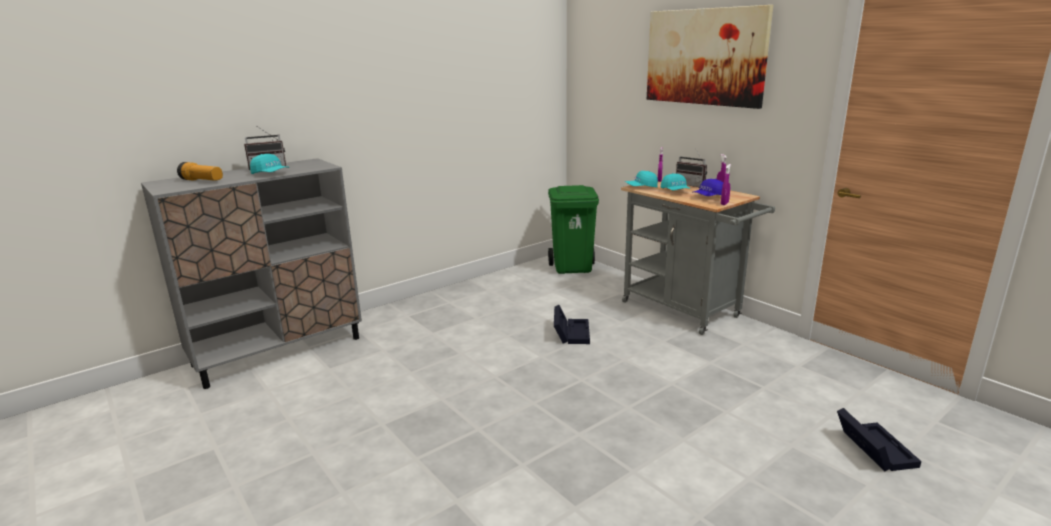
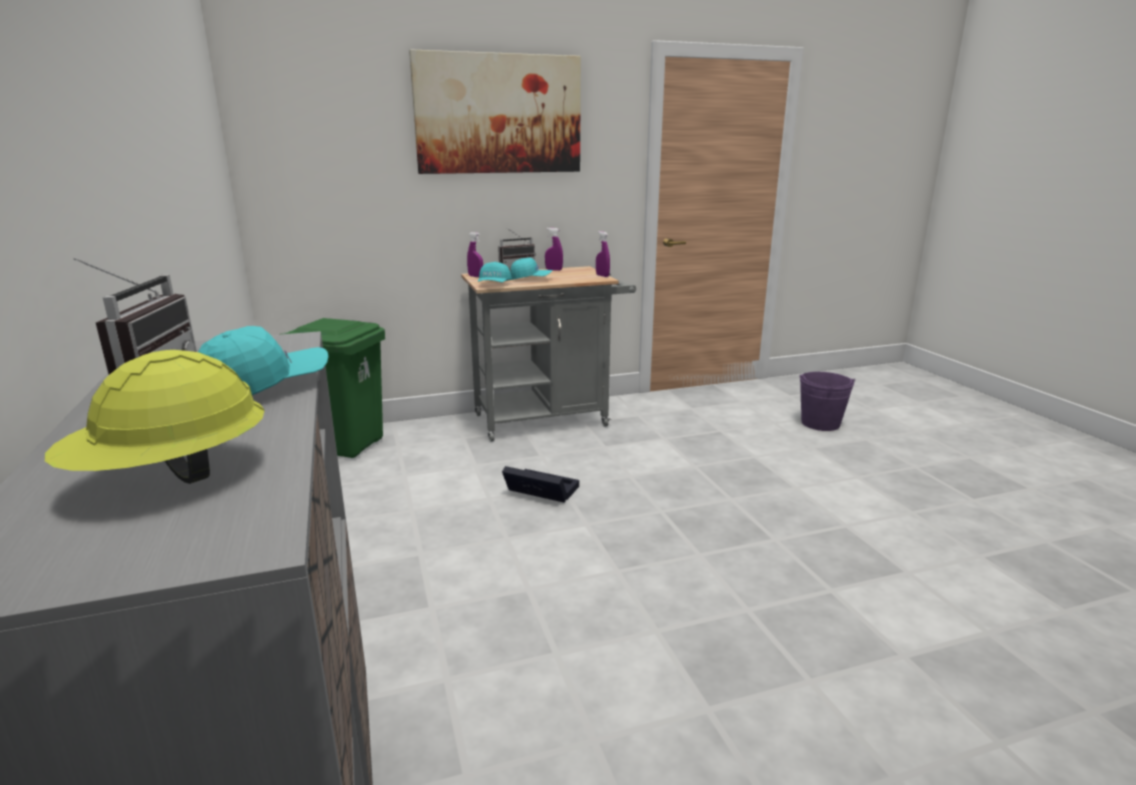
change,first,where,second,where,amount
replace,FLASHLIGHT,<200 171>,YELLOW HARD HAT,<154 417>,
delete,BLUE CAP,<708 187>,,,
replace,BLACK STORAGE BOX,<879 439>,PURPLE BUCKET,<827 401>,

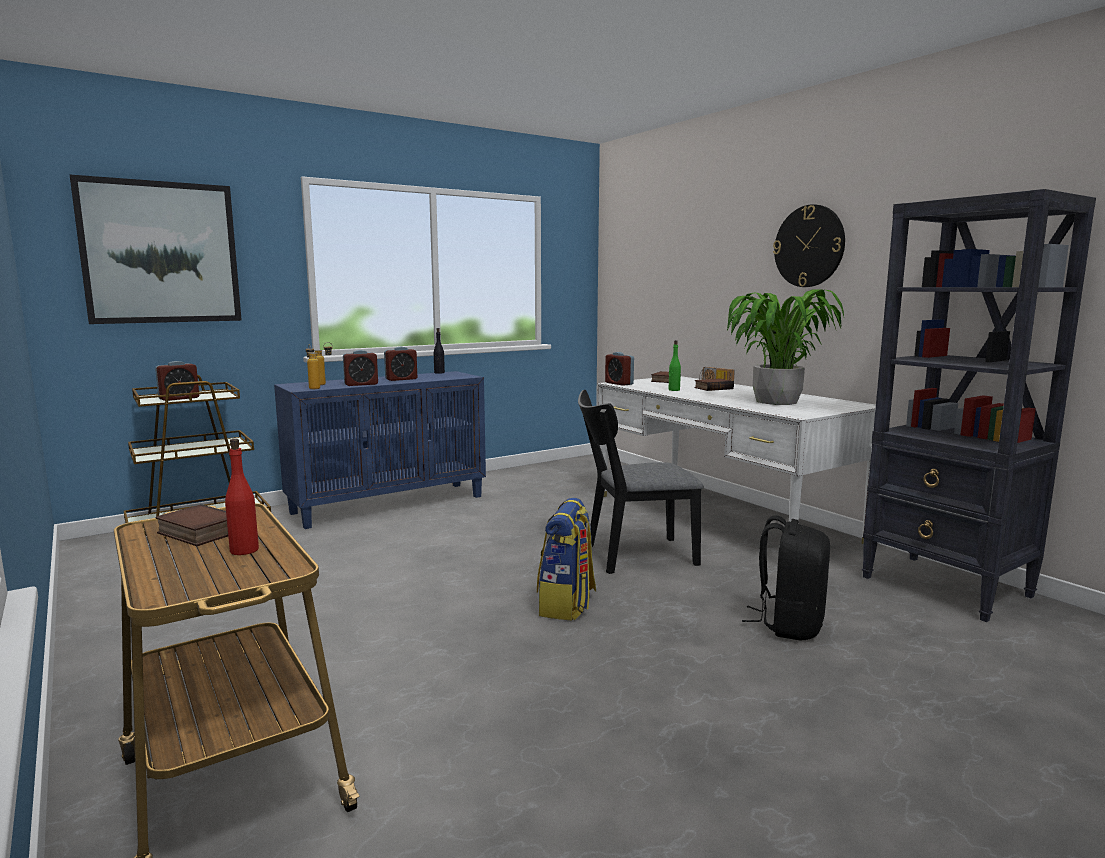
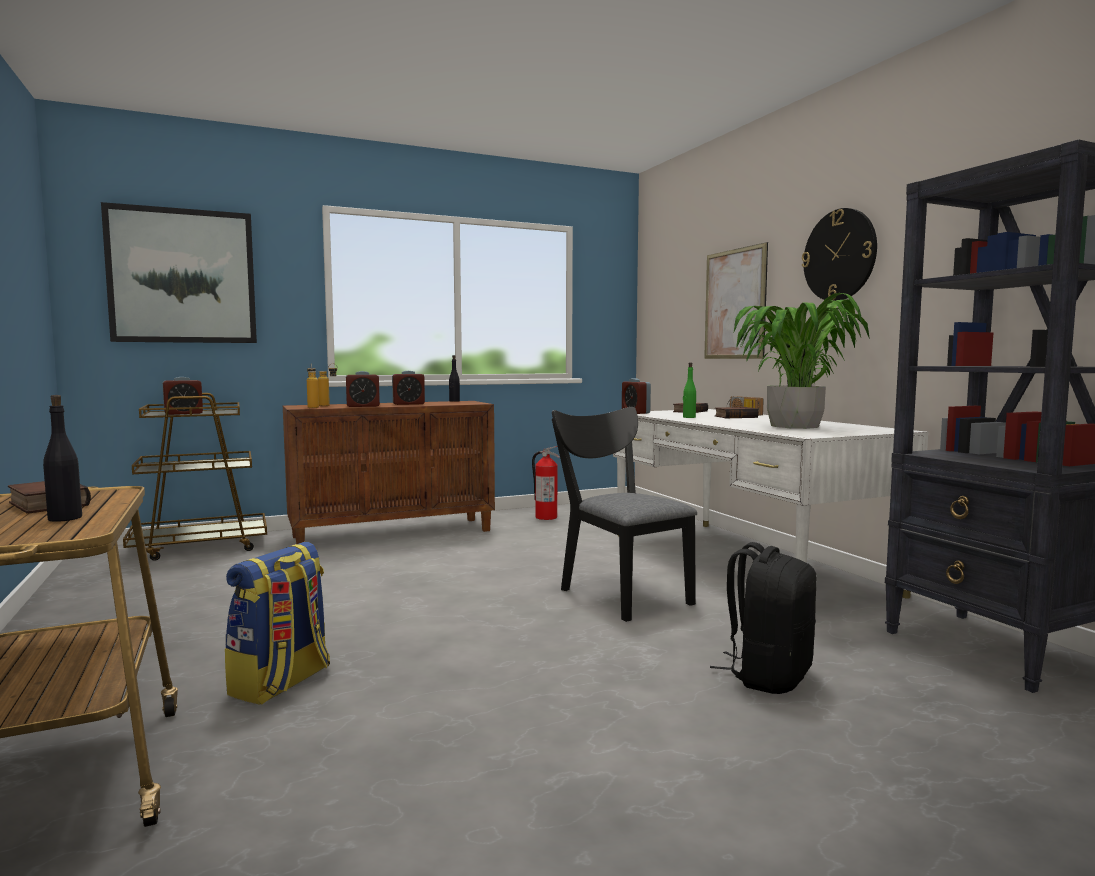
change,first,where,second,where,amount
recolor,RED BOTTLE,<242 497>,BLACK BOTTLE,<62 458>,
recolor,BLUE CABINET,<380 450>,BROWN CABINET,<389 472>,
move,BACKPACK,<566 559>,,<277 623>,
rotate,BLACK CHAIR,<640 482>,,<624 514>,60 degrees clockwise
insert,,,FIRE EXTINGUISHER,<546 483>,
insert,,,PICTURE,<736 300>,

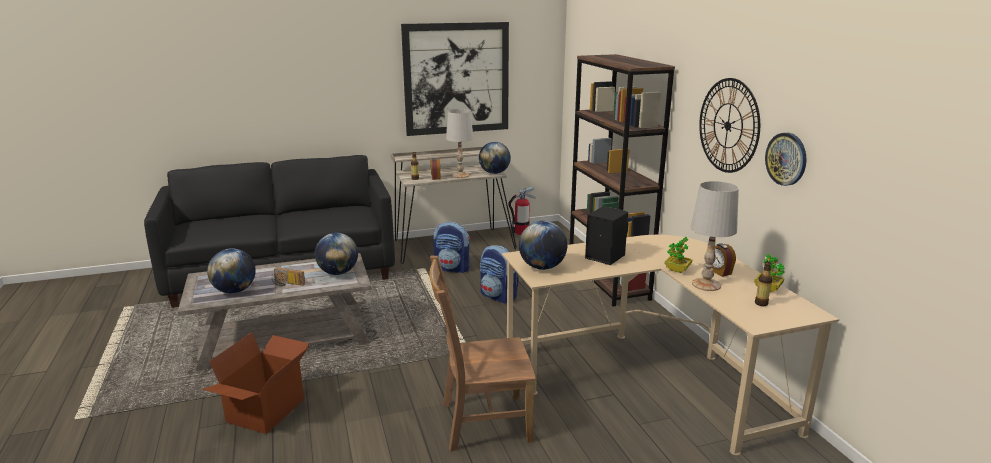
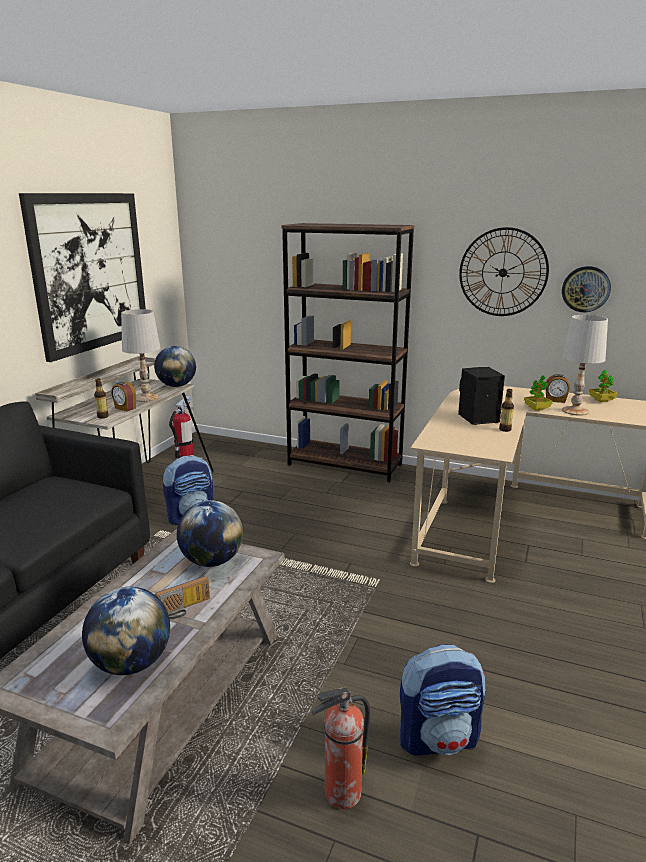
change,first,where,second,where,amount
replace,CARDBOARD BOX,<255 383>,FIRE EXTINGUISHER,<341 748>,
delete,BROWN CHAIR,<482 354>,,,
move,BACKPACK,<499 274>,,<442 699>,
delete,GLOBE,<543 245>,,,
move,BOTTLE,<763 283>,,<506 410>,

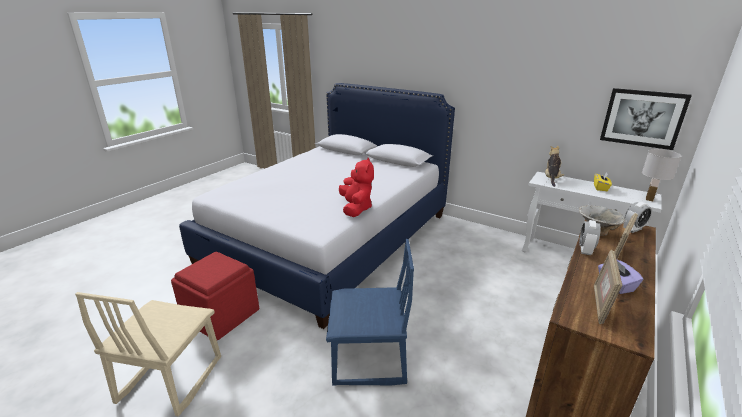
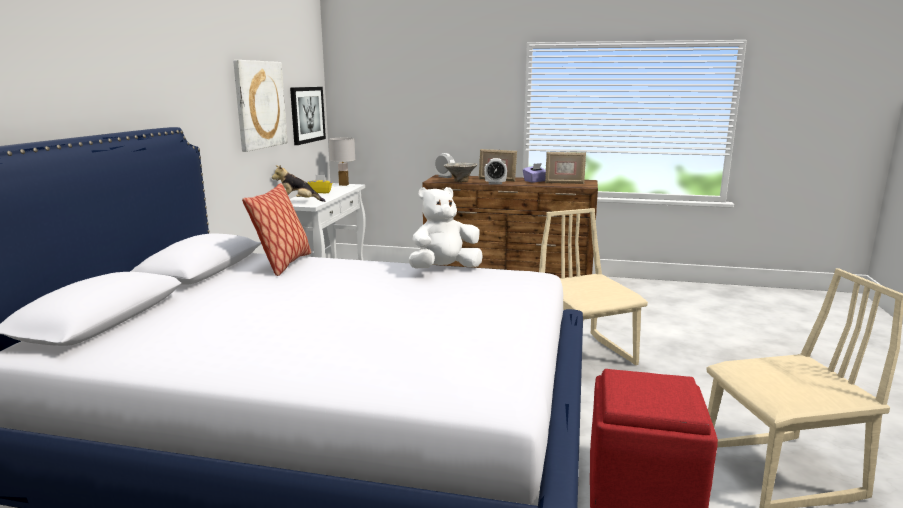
change,first,where,second,where,amount
recolor,BLUE CHAIR,<370 312>,BEIGE CHAIR,<593 286>,
recolor,RED PLUSH TOY,<356 187>,WHITE PLUSH TOY,<446 227>,
insert,,,PICTURE,<260 106>,
insert,,,PILLOW,<276 230>,

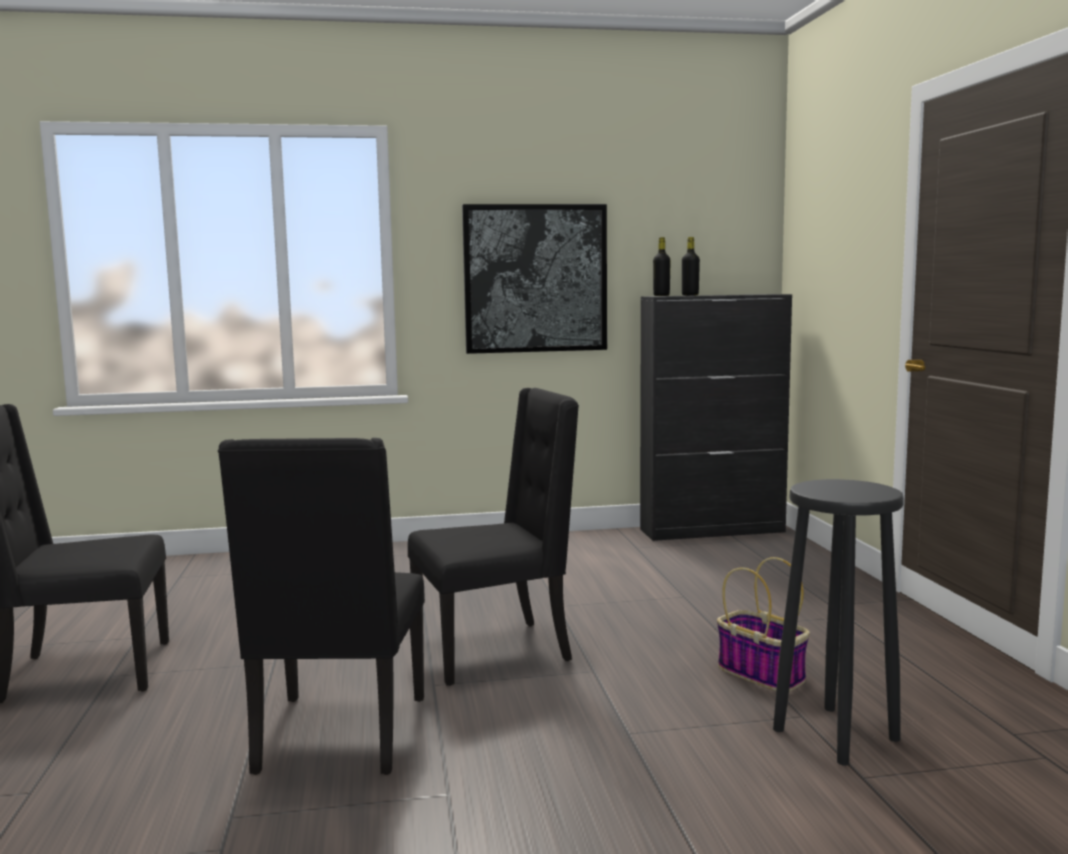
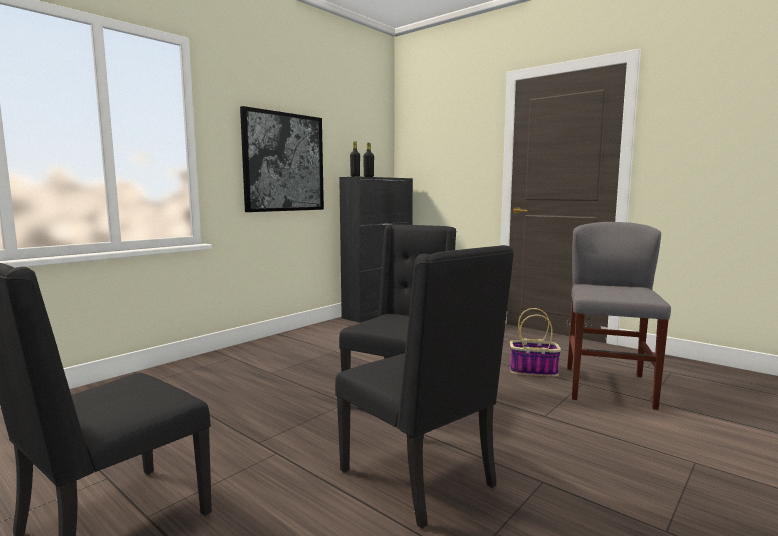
change,first,where,second,where,amount
replace,BLACK STOOL,<838 622>,GREY CHAIR,<619 316>,

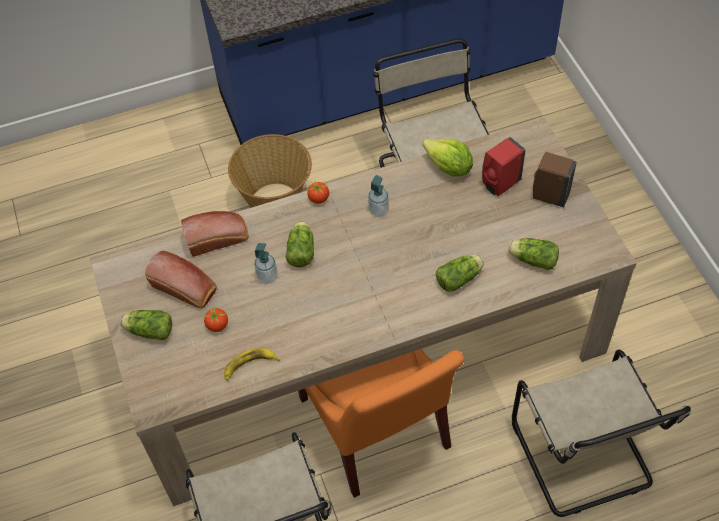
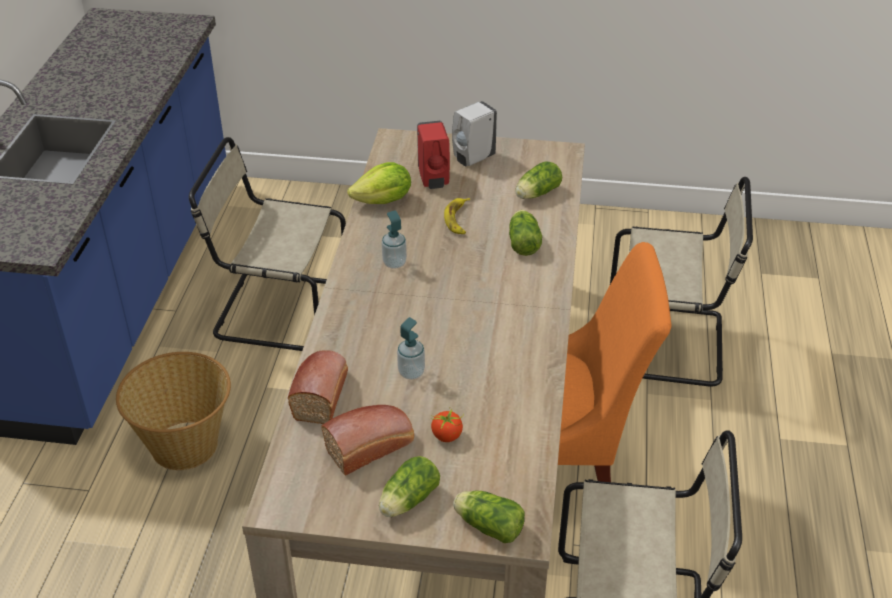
change,first,where,second,where,amount
move,BANANA,<252 364>,,<457 216>,
move,LETTUCE,<299 244>,,<489 516>,
delete,TOMATO,<318 192>,,,
recolor,BROWN SOAP DISPENSER,<555 179>,WHITE SOAP DISPENSER,<474 133>,

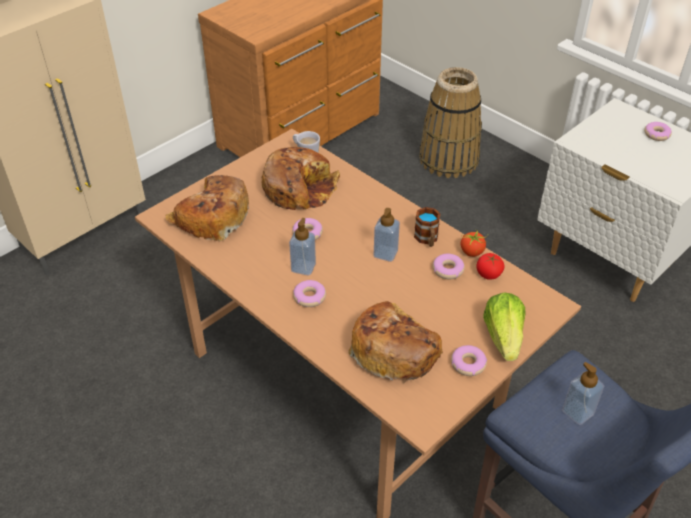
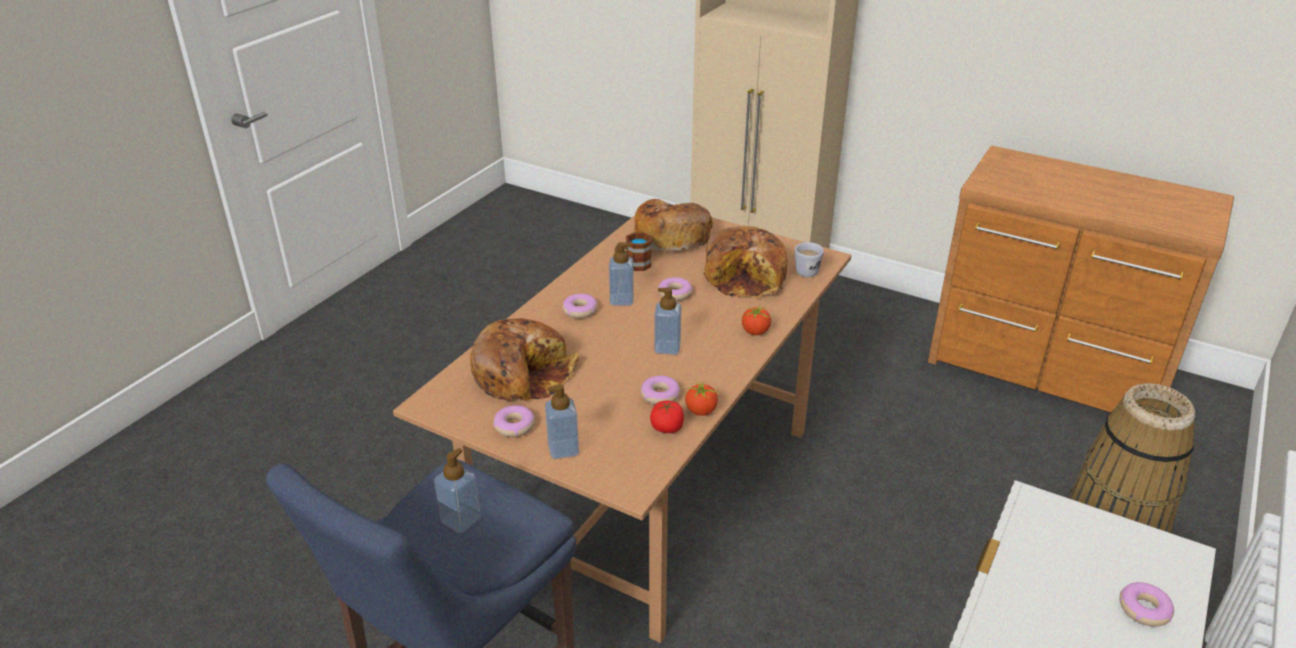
change,first,where,second,where,amount
move,MUG,<427 227>,,<633 251>,
replace,LETTUCE,<504 326>,SOAP DISPENSER,<562 421>,
insert,,,TOMATO,<756 319>,

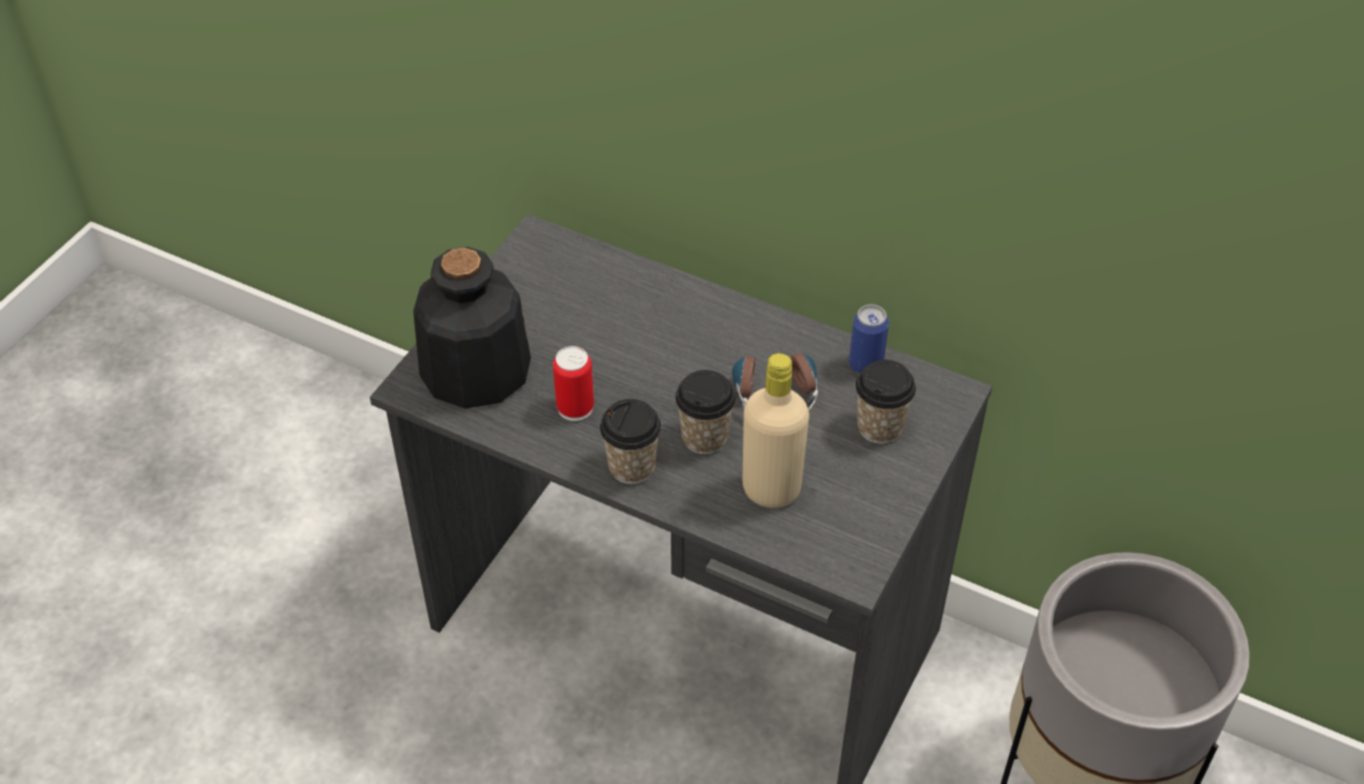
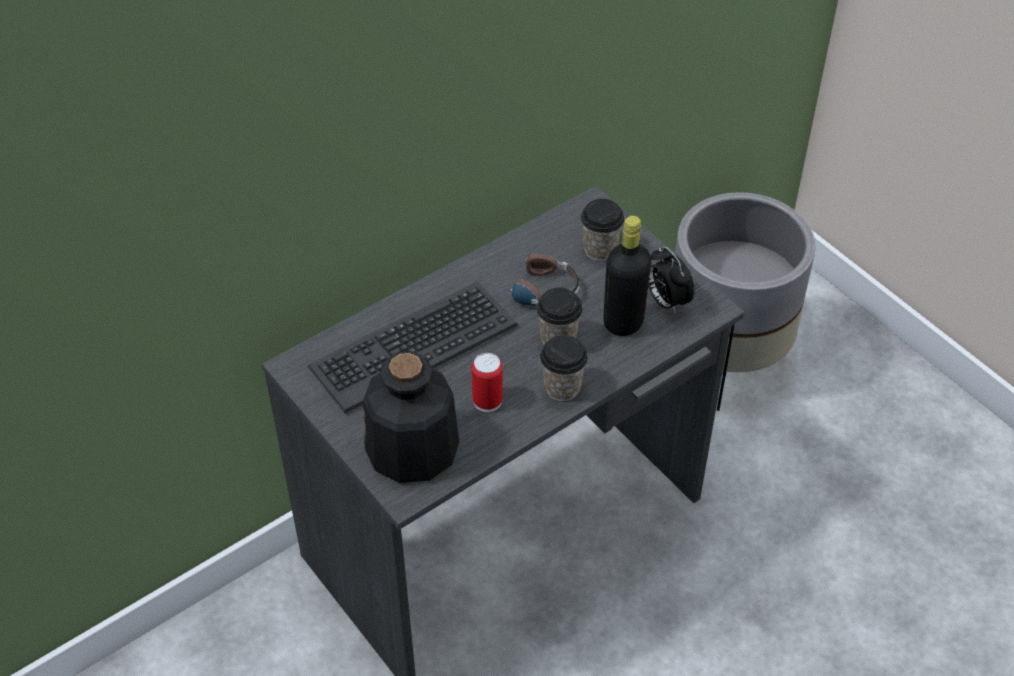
change,first,where,second,where,amount
recolor,BEIGE BOTTLE,<775 430>,BLACK BOTTLE,<627 276>,
delete,CAN,<869 339>,,,
insert,,,KEYBOARD,<413 347>,
insert,,,ALARM CLOCK,<671 280>,

